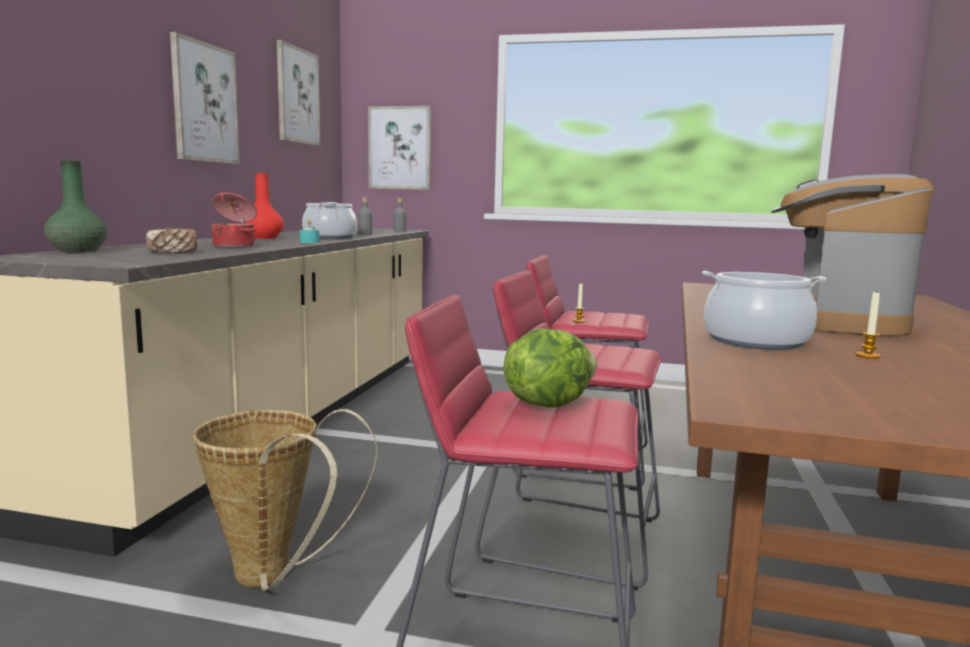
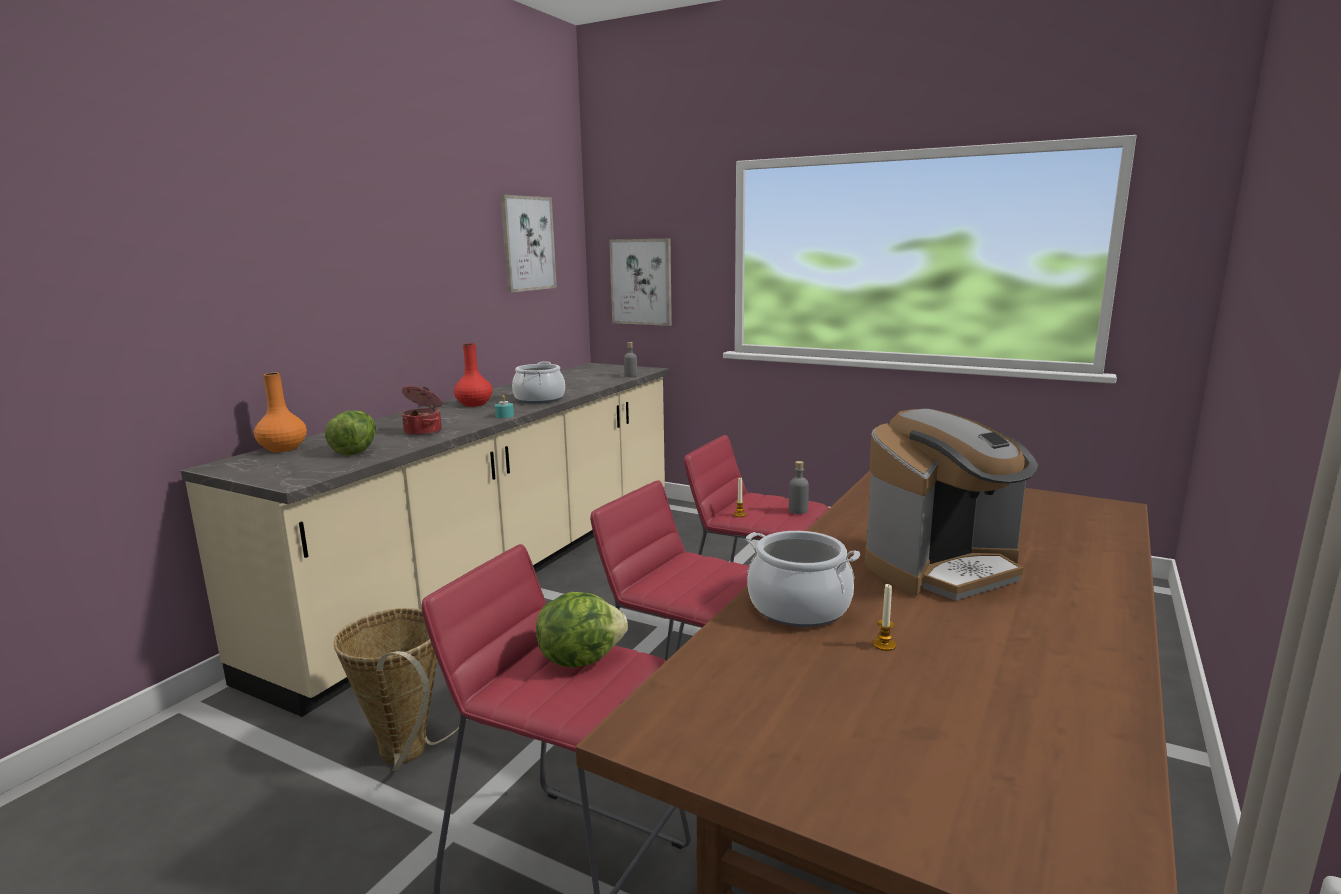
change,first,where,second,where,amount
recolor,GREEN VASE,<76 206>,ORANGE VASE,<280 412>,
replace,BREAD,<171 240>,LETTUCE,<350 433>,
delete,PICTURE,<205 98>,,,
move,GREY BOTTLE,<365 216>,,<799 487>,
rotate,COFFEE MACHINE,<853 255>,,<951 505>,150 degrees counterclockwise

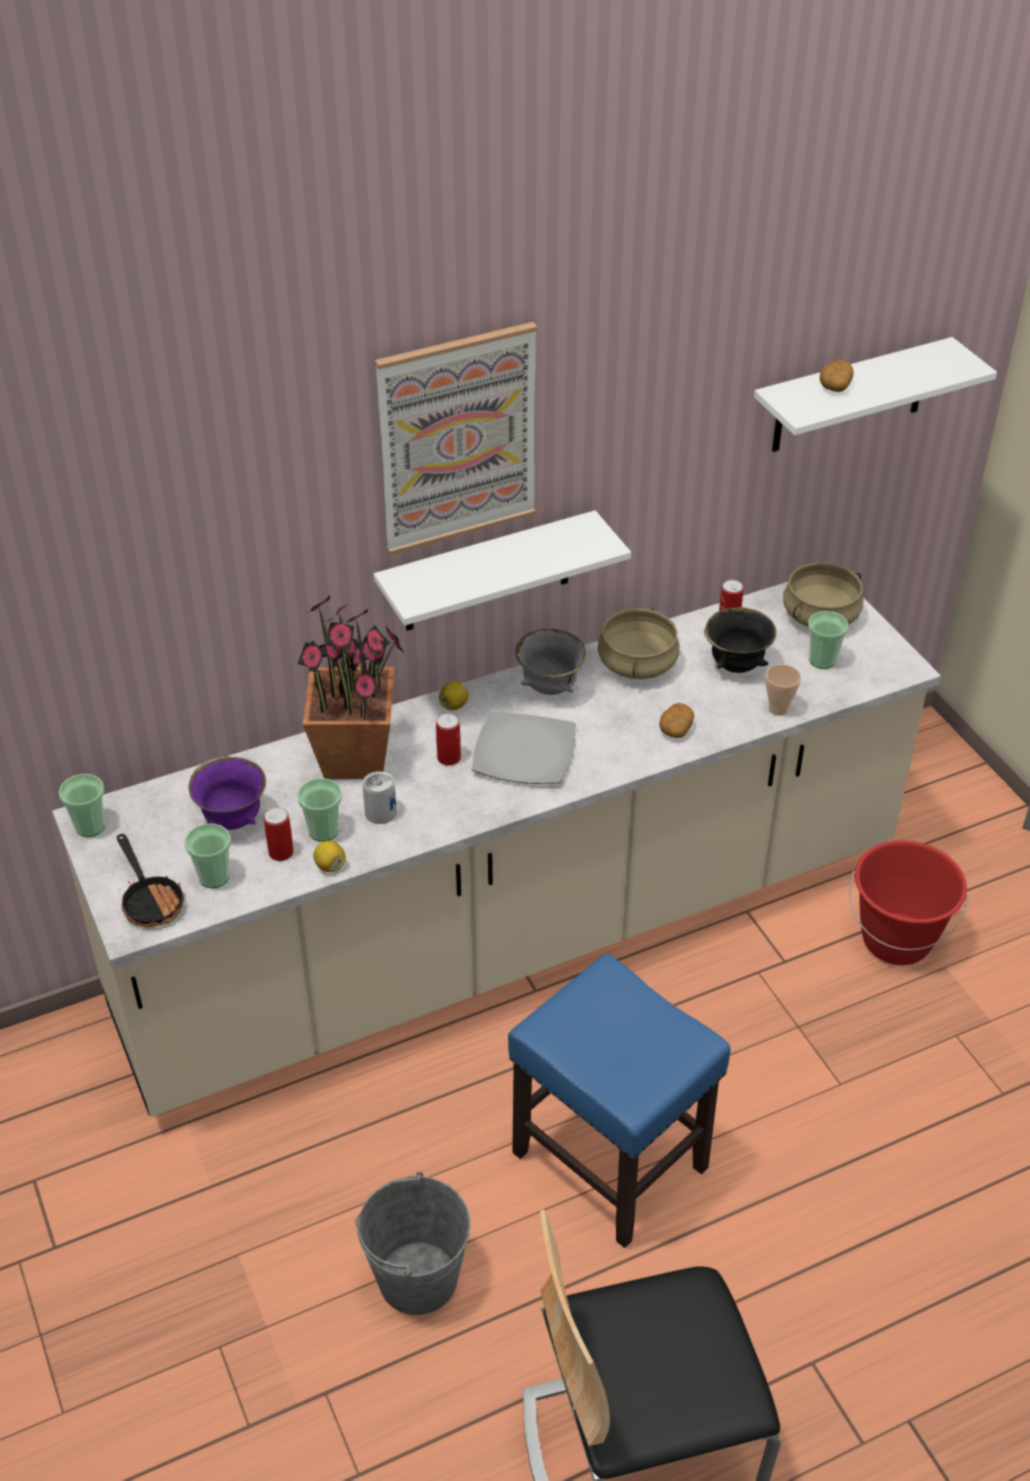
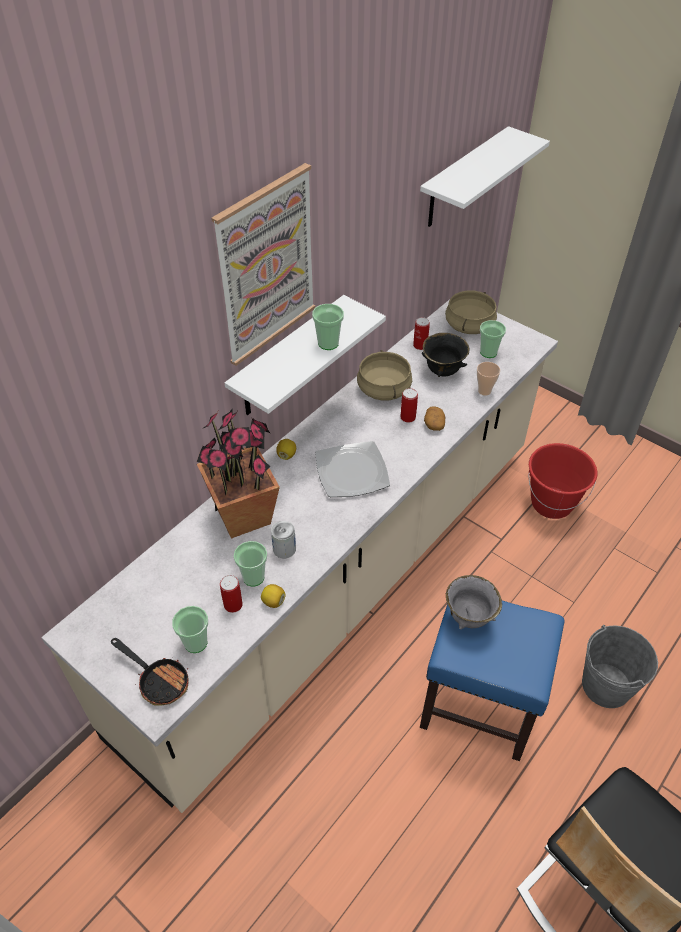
change,first,where,second,where,amount
move,CUP,<82 805>,,<328 327>,
delete,PURPLE BOWL,<227 793>,,,
move,GREY BUCKET,<412 1243>,,<620 666>,
move,CAN,<448 739>,,<409 405>,
move,GREY BOWL,<550 662>,,<474 602>,
delete,POTATO,<837 376>,,,

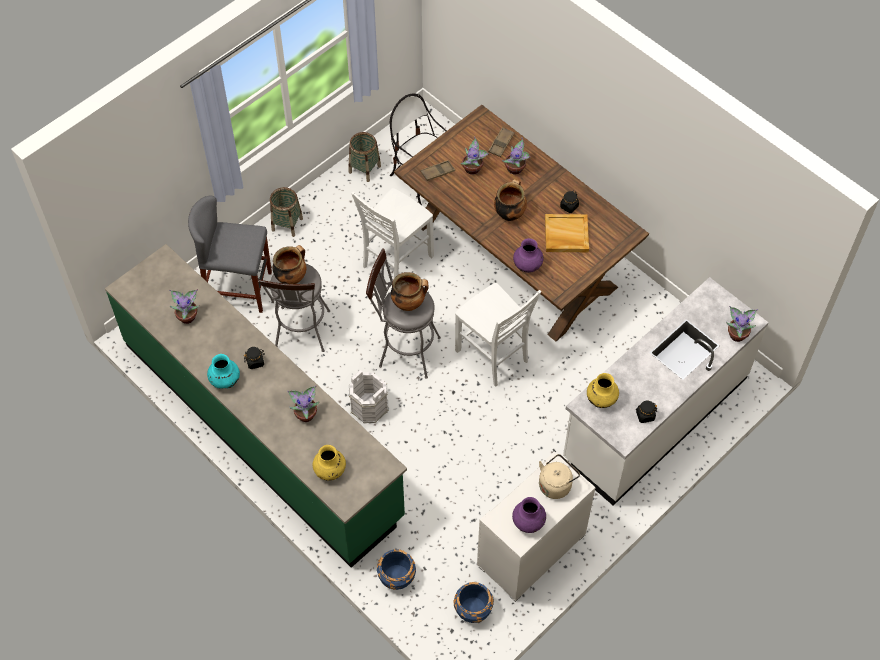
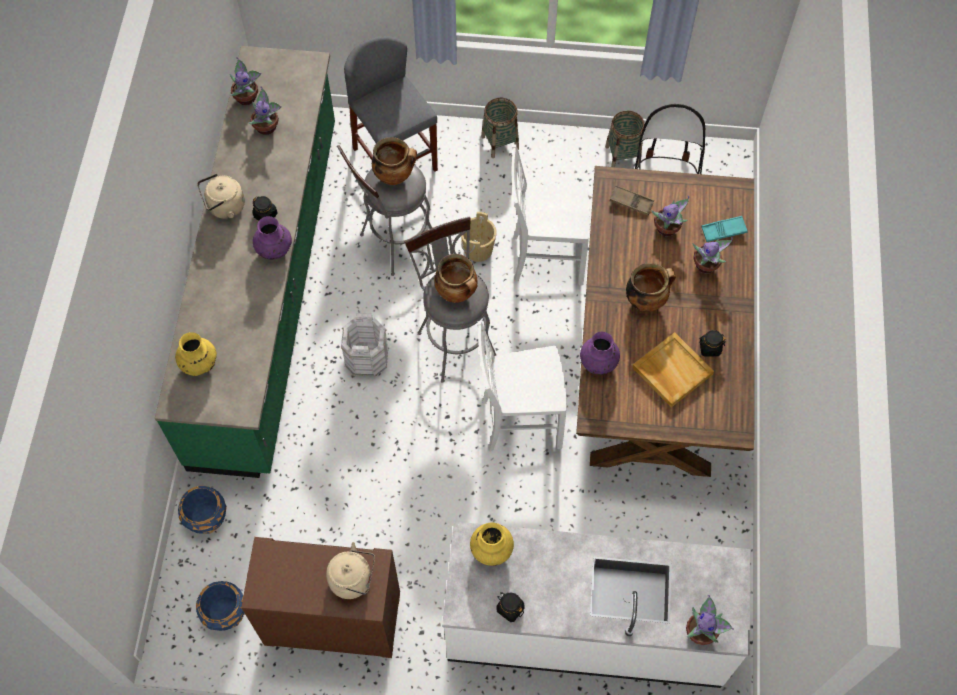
change,first,where,second,where,amount
replace,TURQUOISE VASE,<223 371>,BEIGE KETTLE,<221 196>,
move,POTTED PLANT,<303 403>,,<246 81>,
rotate,WHITE CHAIR,<498 335>,,<522 386>,75 degrees clockwise
recolor,WHITE DRESSER,<536 527>,BROWN DRESSER,<320 597>,
recolor,BROWN TRAY,<501 142>,TURQUOISE TRAY,<724 229>,
move,PURPLE VASE,<529 515>,,<272 238>,
insert,,,BEIGE BUCKET,<479 237>,

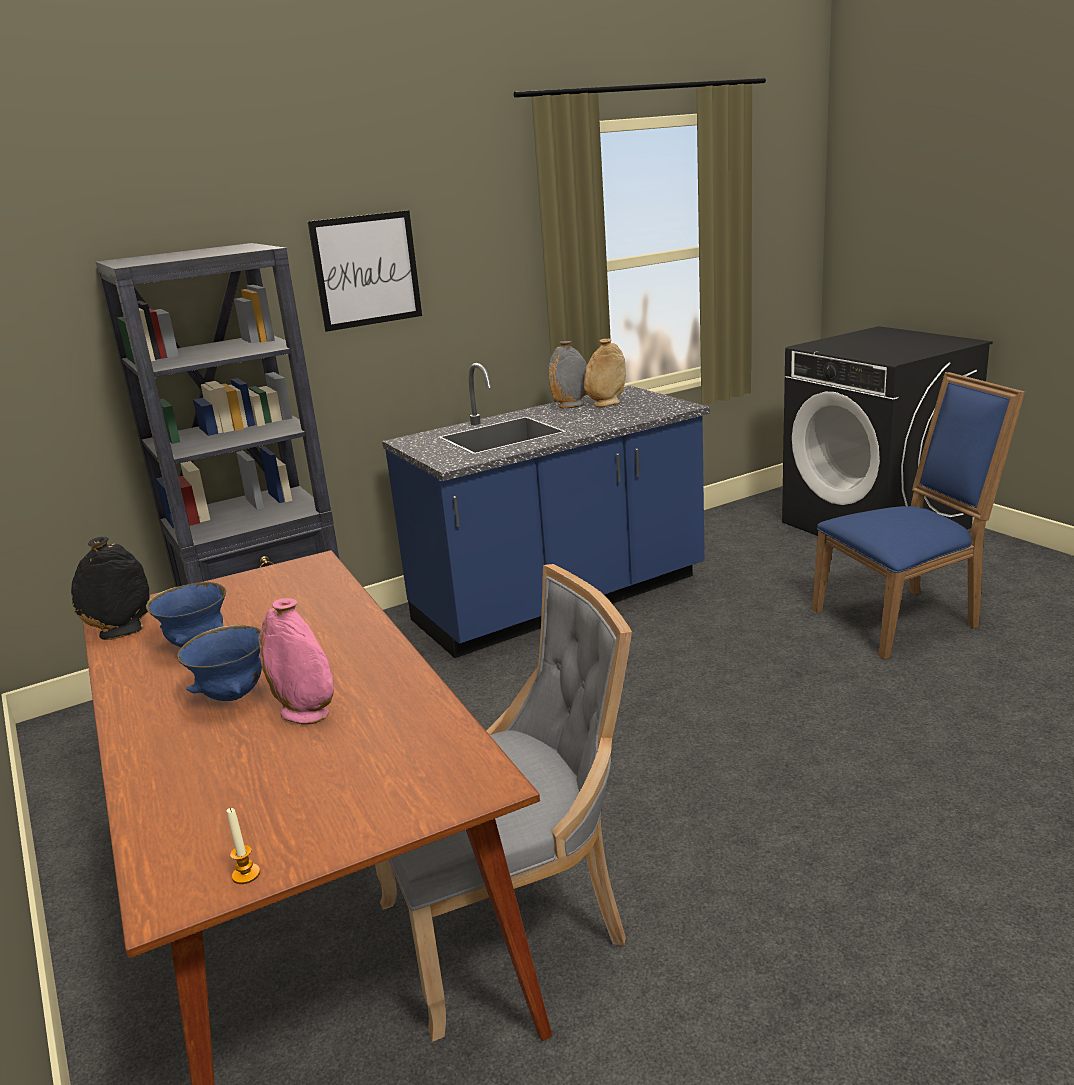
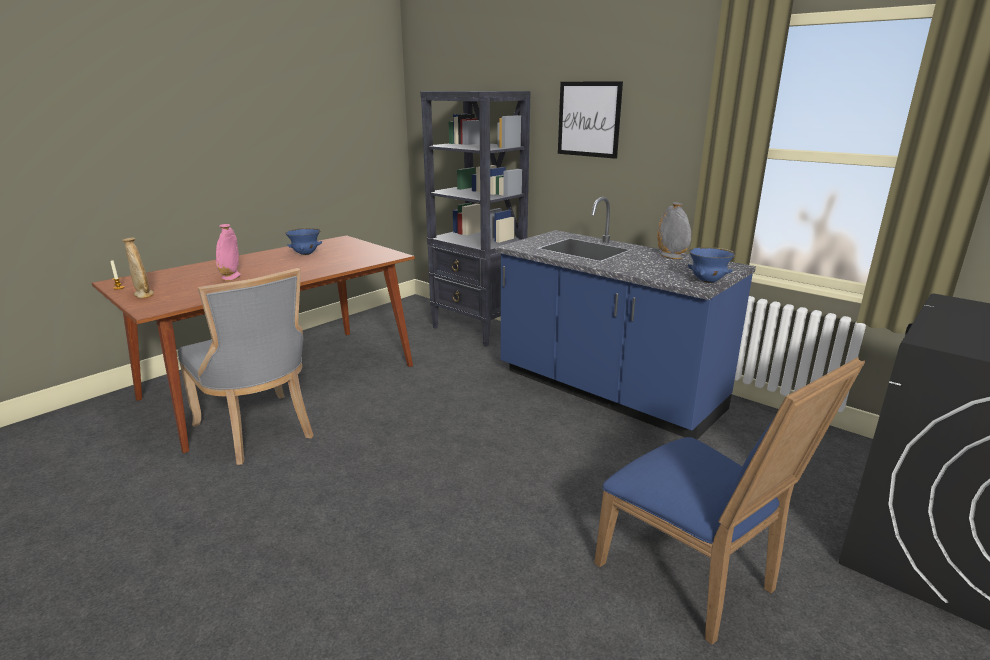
change,first,where,second,where,amount
delete,BLACK VASE,<110 588>,,,
move,BLUE BOWL,<219 663>,,<712 265>,
move,BEIGE VASE,<605 373>,,<138 268>,

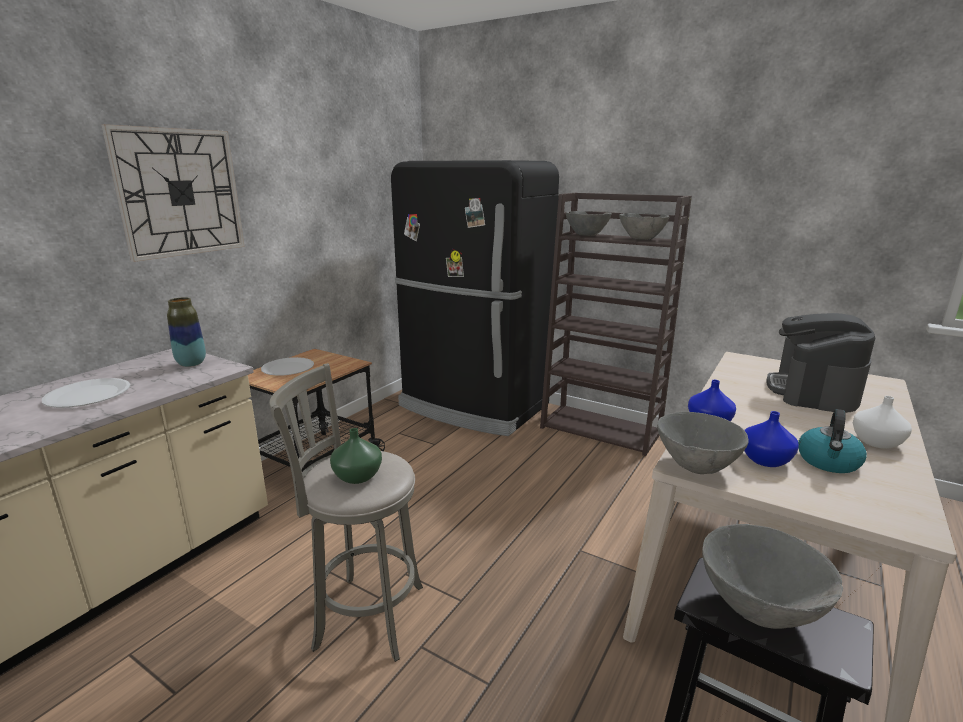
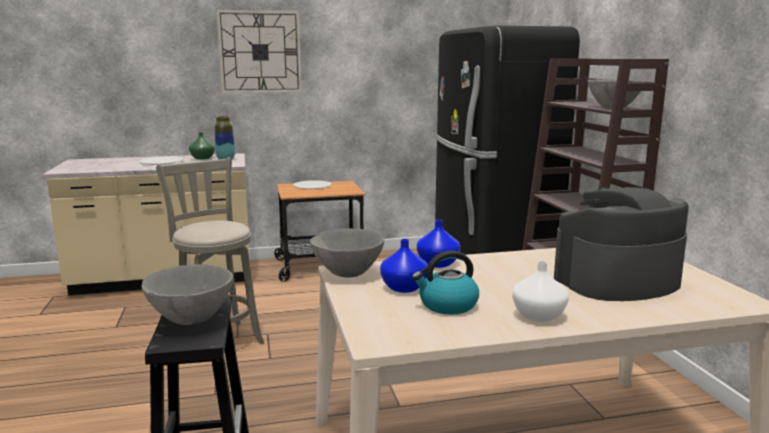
change,first,where,second,where,amount
move,GREEN VASE,<356 456>,,<202 146>,
delete,GREY BOWL,<589 223>,,,

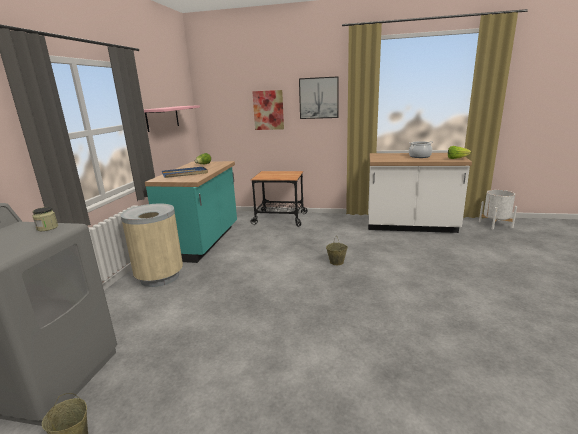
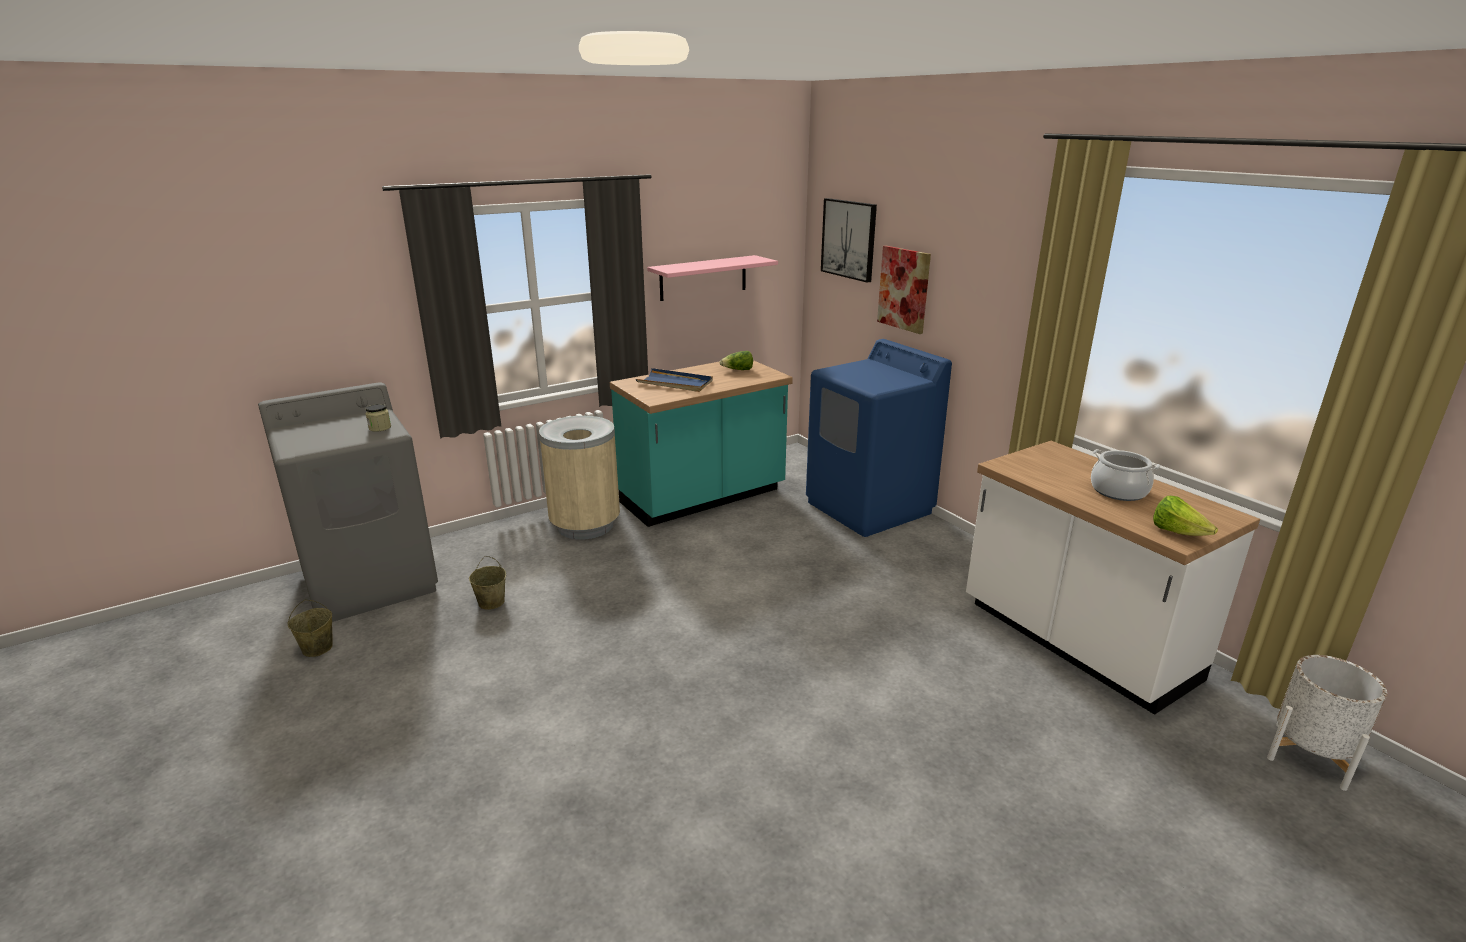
change,first,where,second,where,amount
replace,CART,<279 199>,BLUE WASHING MACHINE,<879 438>,
move,PICTURE,<319 97>,,<849 240>,
move,BEIGE BUCKET,<337 251>,,<487 583>,

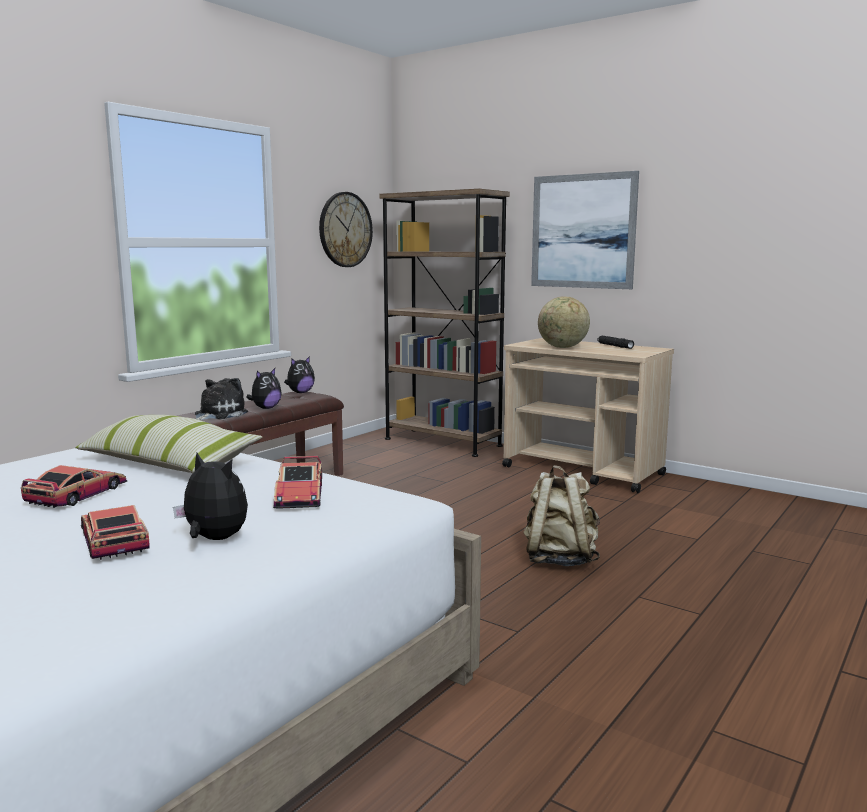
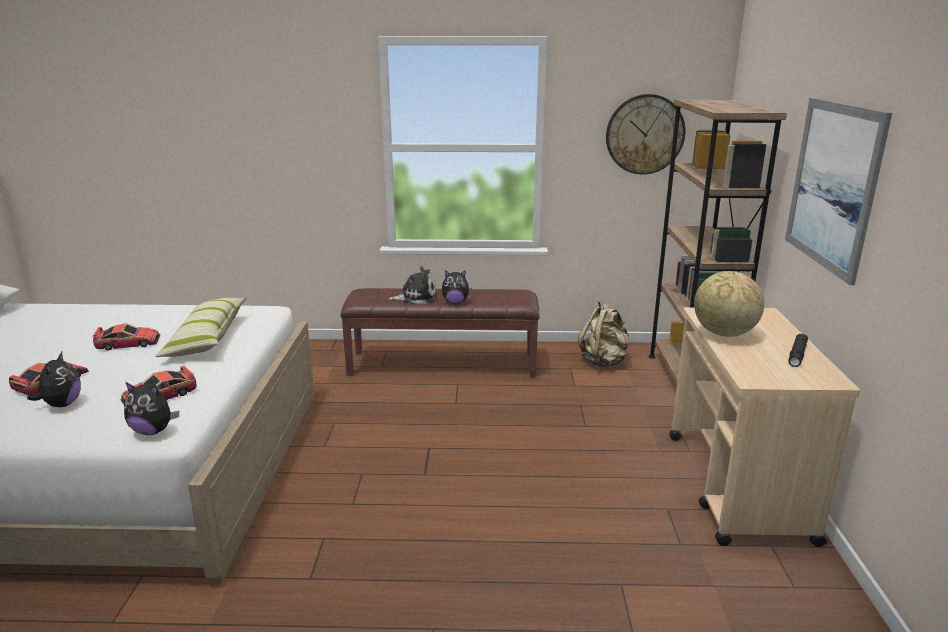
change,first,where,second,where,amount
move,PLUSH TOY,<299 374>,,<151 408>,
move,BEIGE BACKPACK,<562 515>,,<603 333>,

